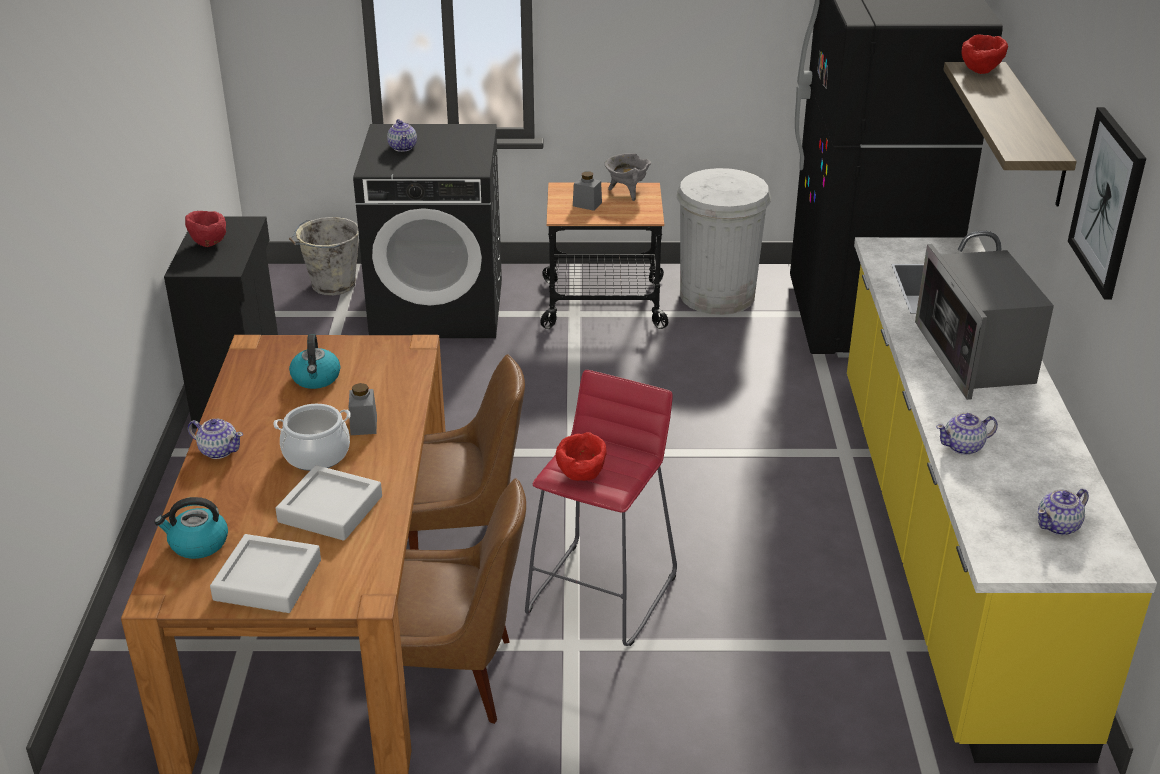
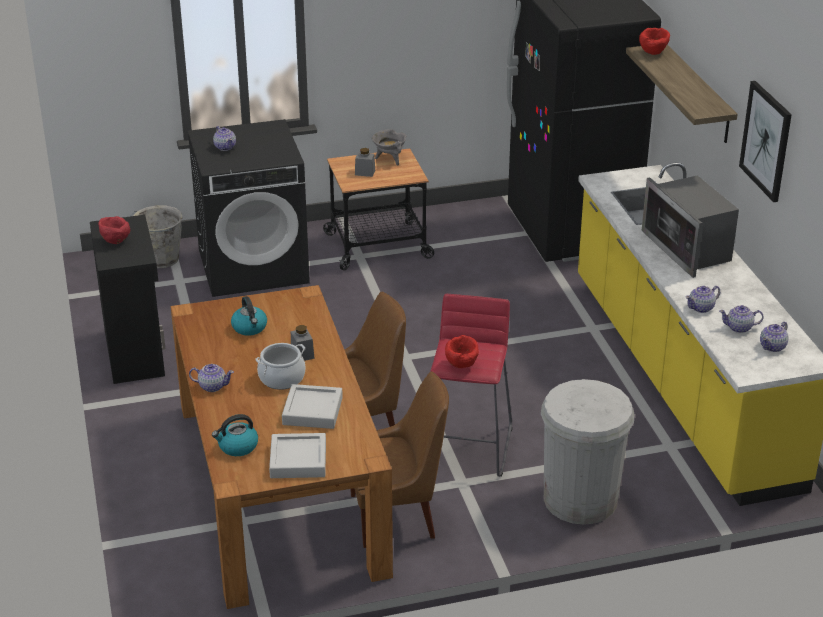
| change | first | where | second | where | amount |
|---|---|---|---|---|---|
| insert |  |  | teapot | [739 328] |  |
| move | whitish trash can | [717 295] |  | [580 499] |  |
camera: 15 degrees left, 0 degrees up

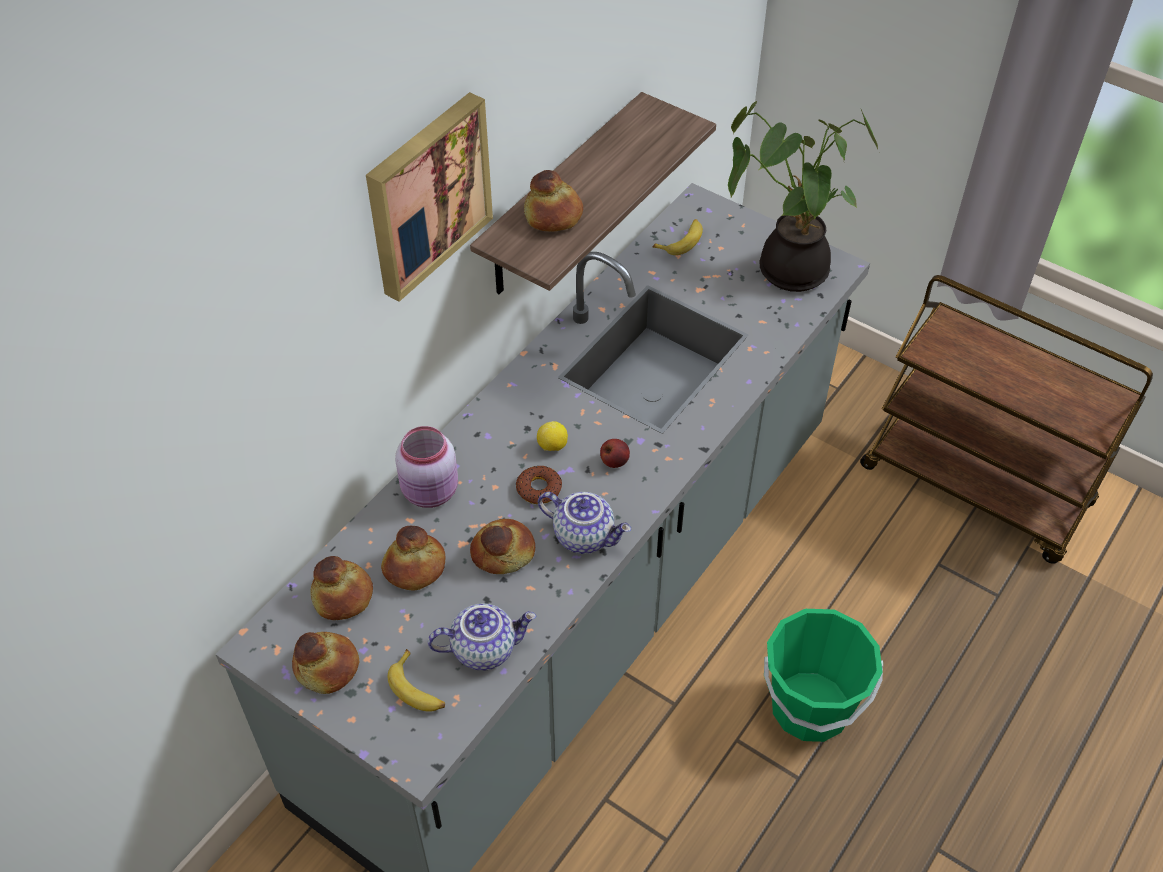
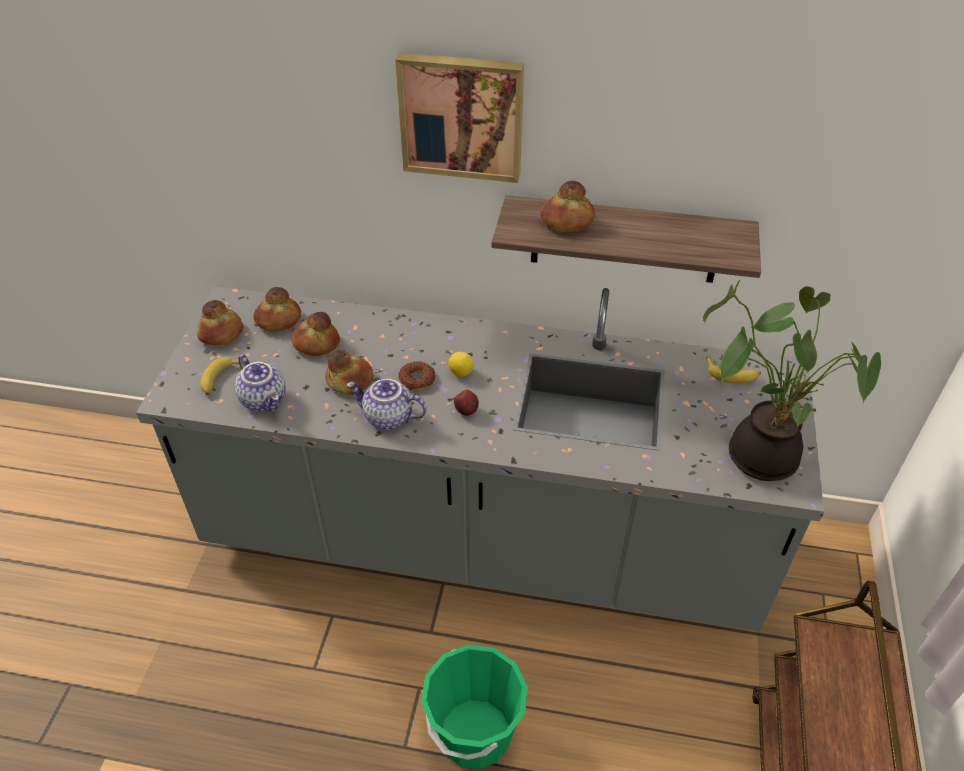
| change | first | where | second | where | amount |
|---|---|---|---|---|---|
| delete | pinkish jar | [431 492] |  |  |  |
| rotate | teapot | [585 535] |  | [387 418] | 105 degrees clockwise |
camera: 65 degrees right, 5 degrees down

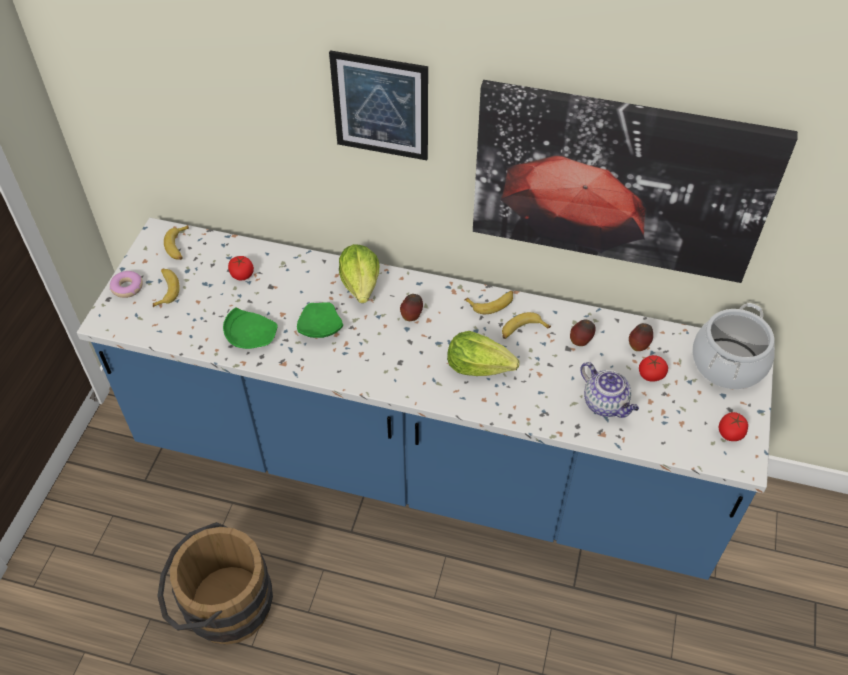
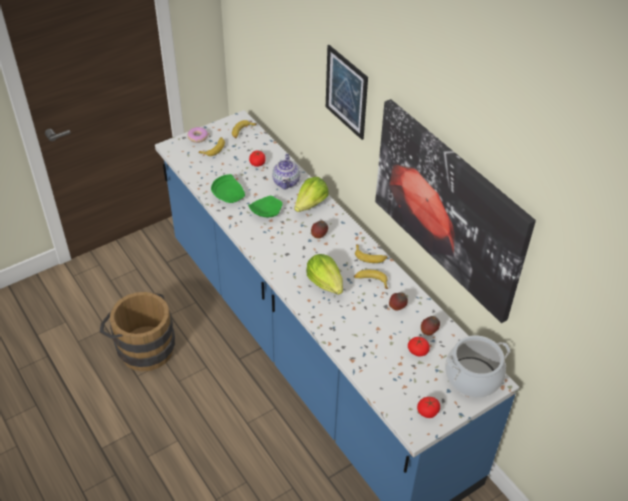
| change | first | where | second | where | amount |
|---|---|---|---|---|---|
| move | teapot | [606 404] |  | [286 182] |  |
camera: 40 degrees right, 5 degrees down

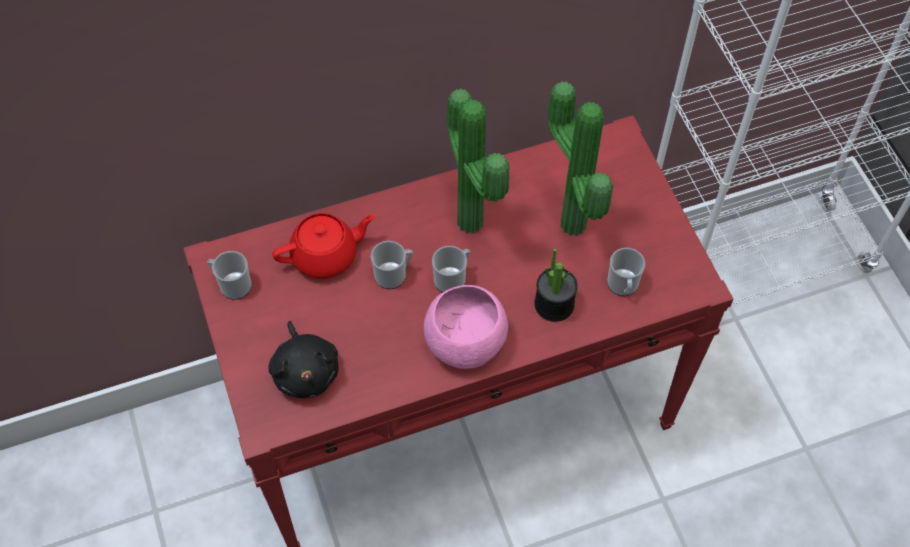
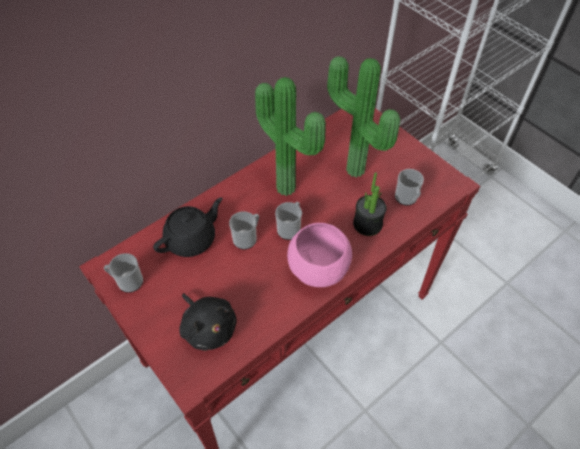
| change | first | where | second | where | amount |
|---|---|---|---|---|---|
| recolor | reddish teapot | [326 255] | black-coloured teapot | [192 239] |  |
camera: 20 degrees left, 5 degrees down

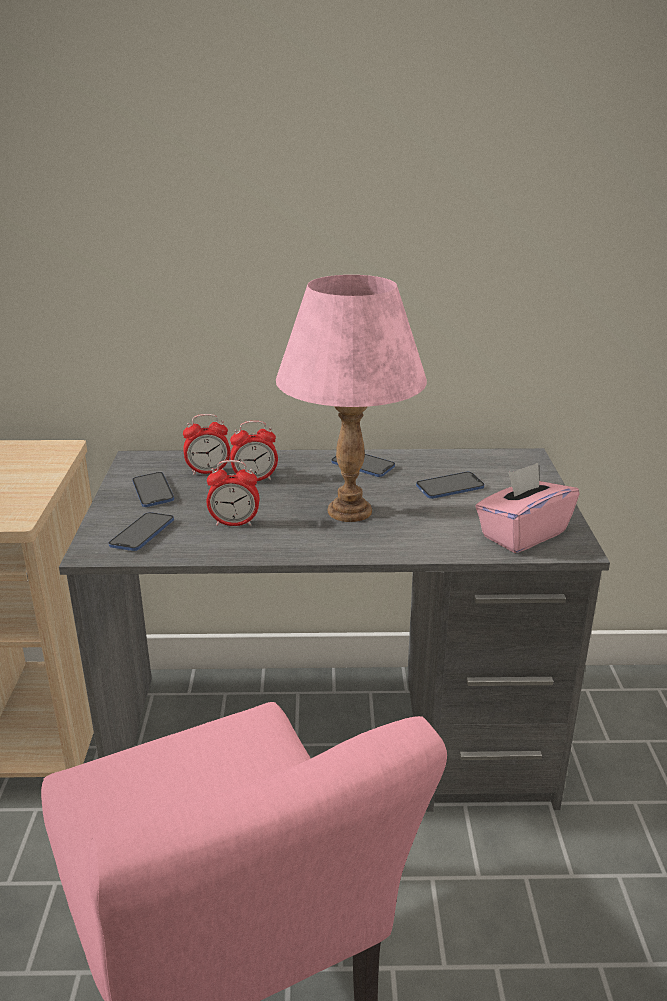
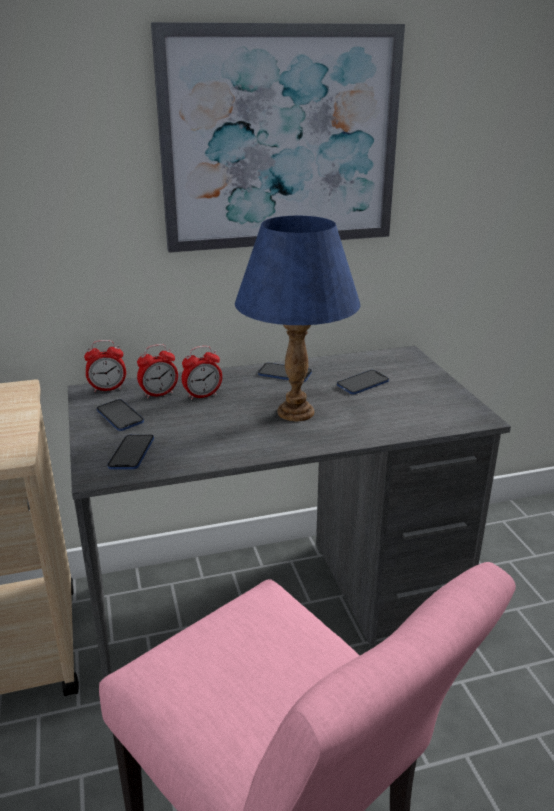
| change | first | where | second | where | amount |
|---|---|---|---|---|---|
| delete | pinkish tissue box | [522 534] |  |  |  |
| insert |  |  | picture | [281 140] |  |
| move | alarm clock | [234 523] |  | [108 389] |  |
| recolor | pinkish lamp for a table | [348 511] | blue-coloured lamp for a table | [294 412] |  |
camera: 15 degrees left, 0 degrees up

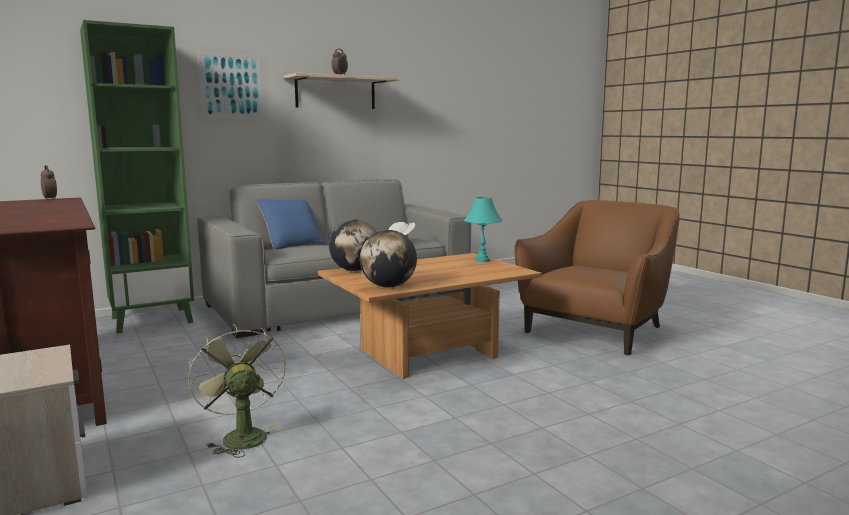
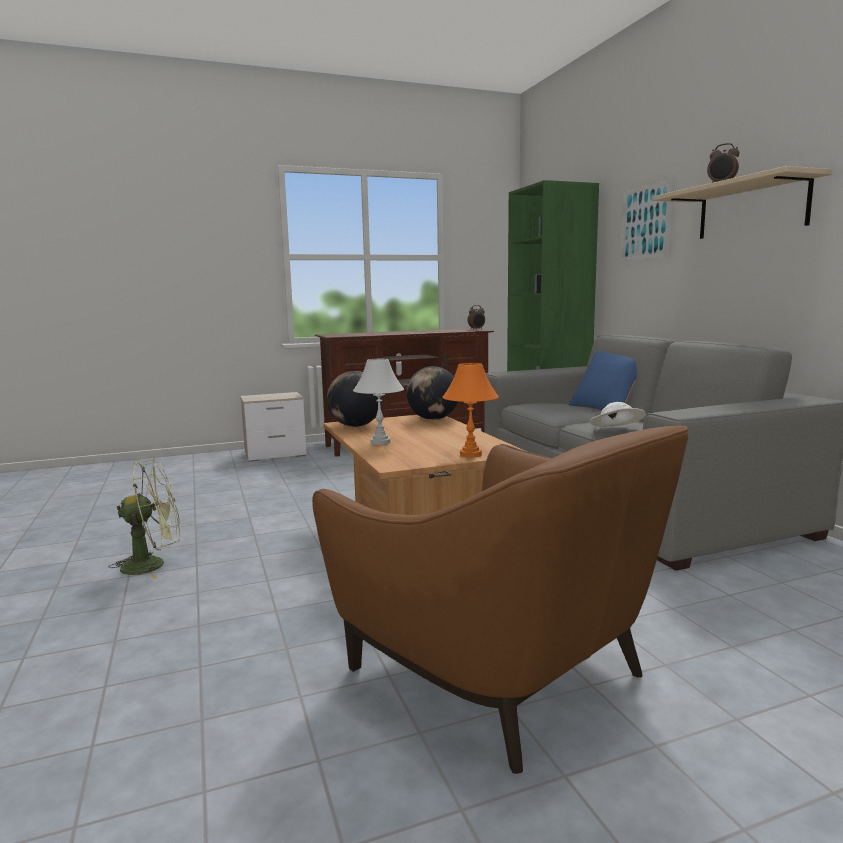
| change | first | where | second | where | amount |
|---|---|---|---|---|---|
| insert |  |  | whitish lamp for a table | [380 442] |  |
| move | greenish cooling fan | [240 436] |  | [153 565] |  |
| recolor | turquoise-coloured lamp for a table | [482 260] | orange lamp for a table | [471 454] |  |
camera: 100 degrees right, 0 degrees up

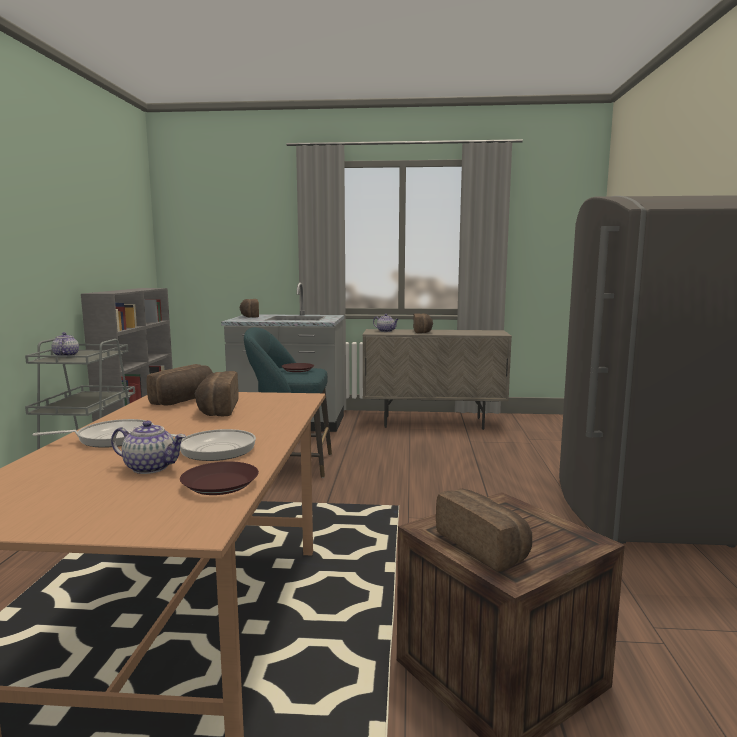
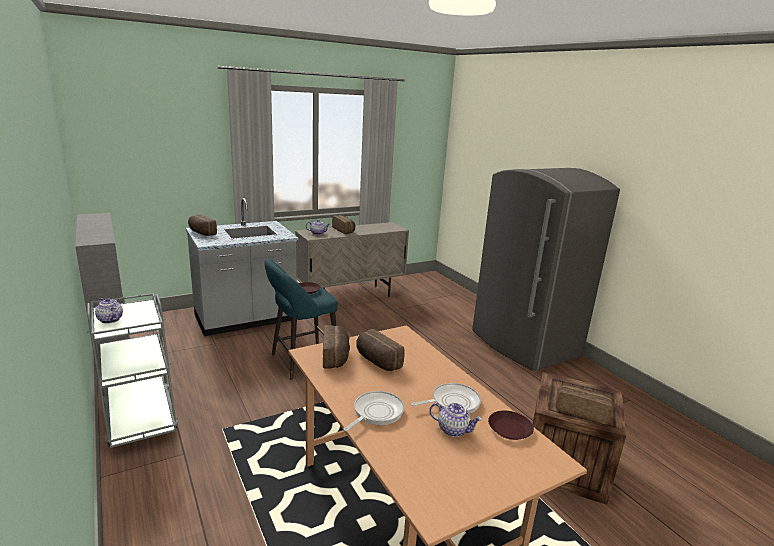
| change | first | where | second | where | amount |
|---|---|---|---|---|---|
| rotate | teapot | [151 467] |  | [453 430] | 45 degrees clockwise |
camera: 35 degrees left, 10 degrees up

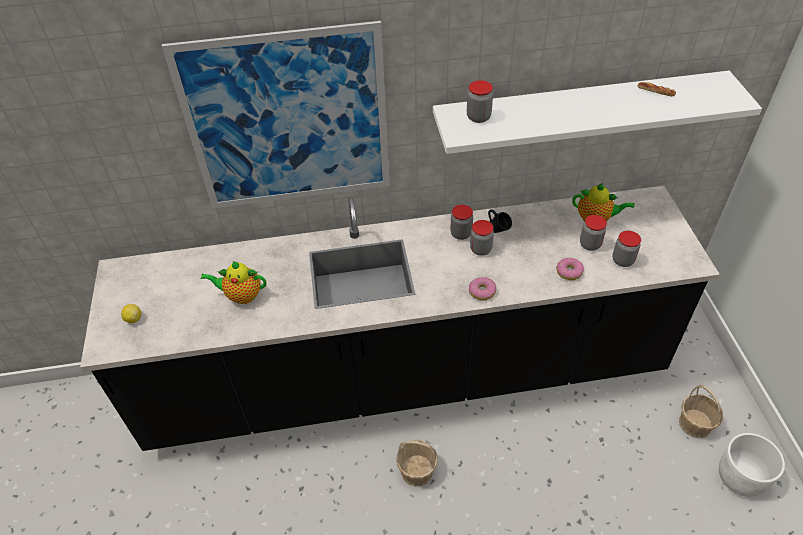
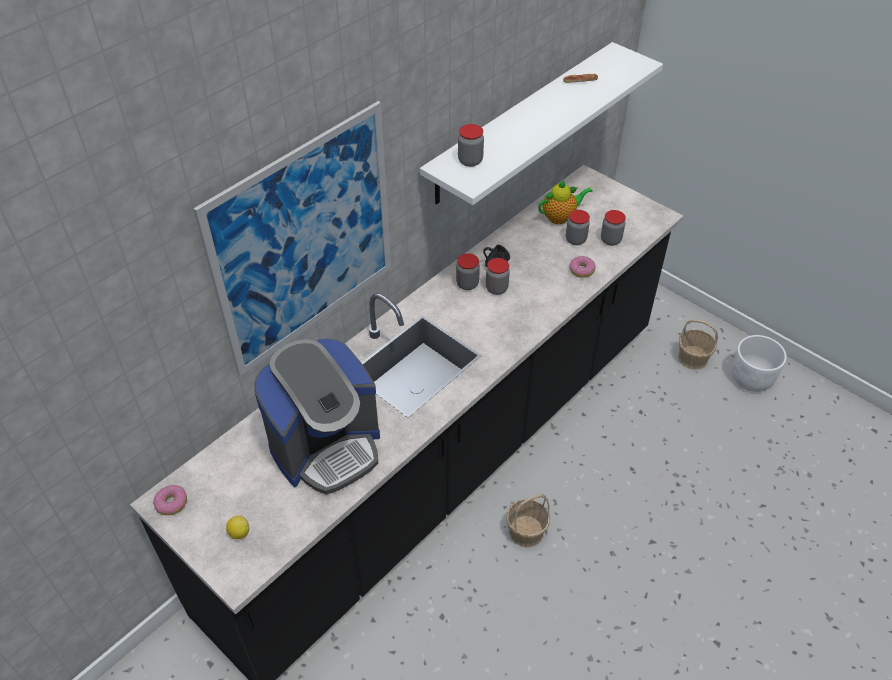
| change | first | where | second | where | amount |
|---|---|---|---|---|---|
| move | ring doughnut | [482 291] |  | [171 503] |  |
| replace | teapot | [241 295] | coffee machine | [326 447] |  |
camera: 40 degrees left, 0 degrees up

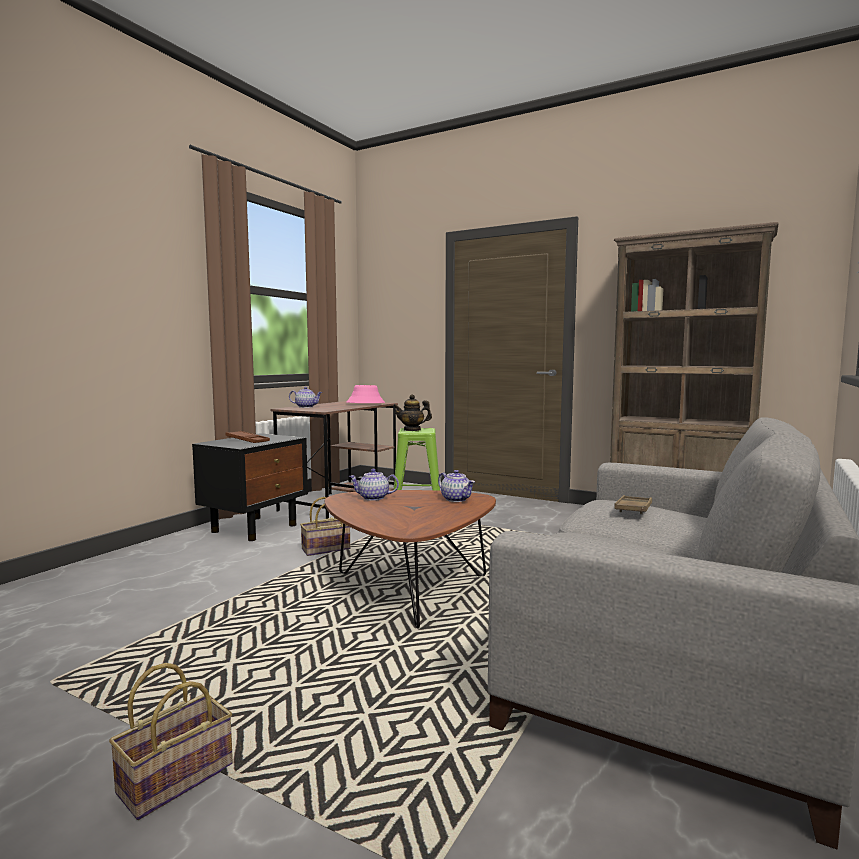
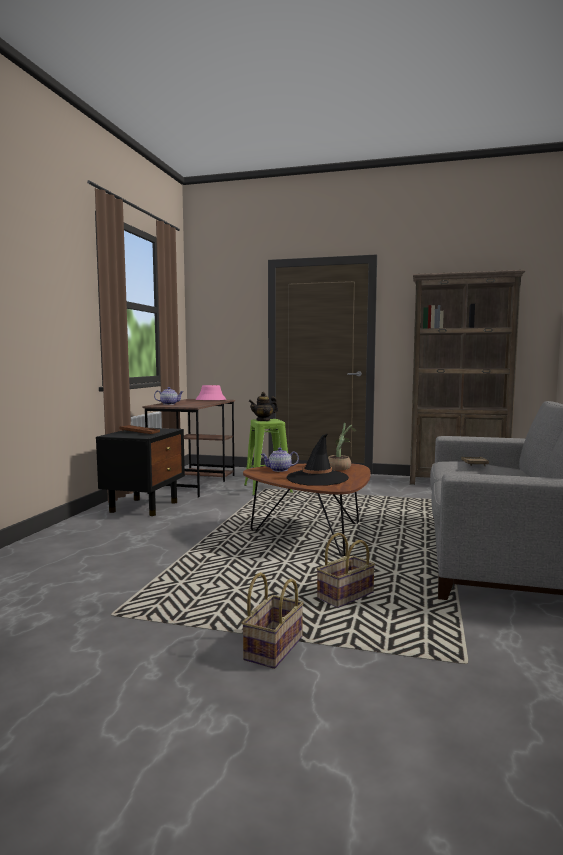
| change | first | where | second | where | amount |
|---|---|---|---|---|---|
| insert |  |  | black-coloured clothing hat | [317 478] |  |
| move | storage basket | [325 549] |  | [345 597] |  |
| replace | teapot | [456 499] | potted plant | [340 467] |  |
camera: 15 degrees left, 0 degrees up

